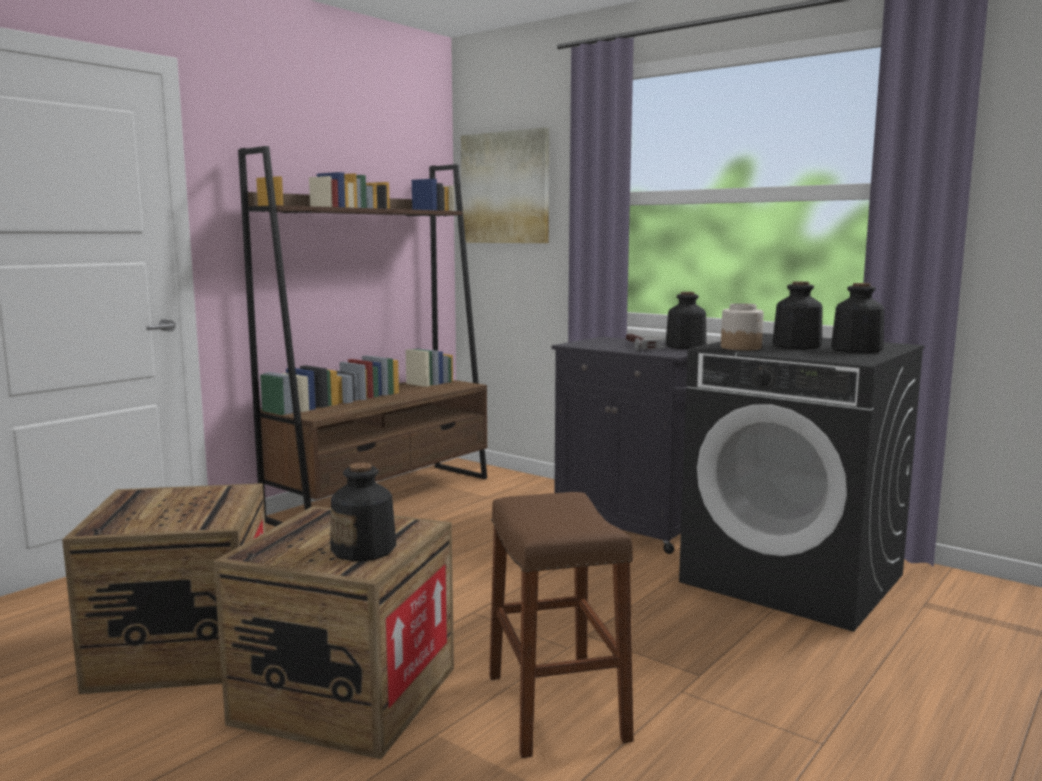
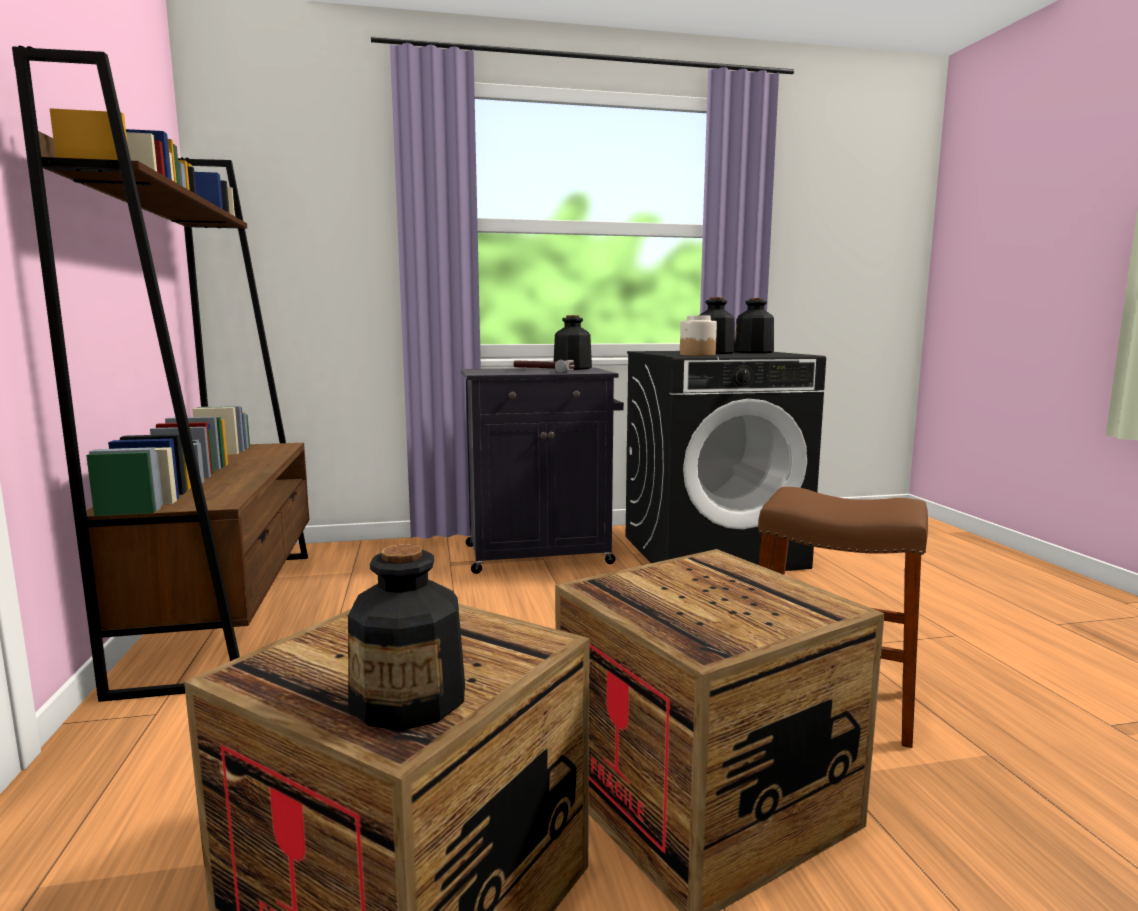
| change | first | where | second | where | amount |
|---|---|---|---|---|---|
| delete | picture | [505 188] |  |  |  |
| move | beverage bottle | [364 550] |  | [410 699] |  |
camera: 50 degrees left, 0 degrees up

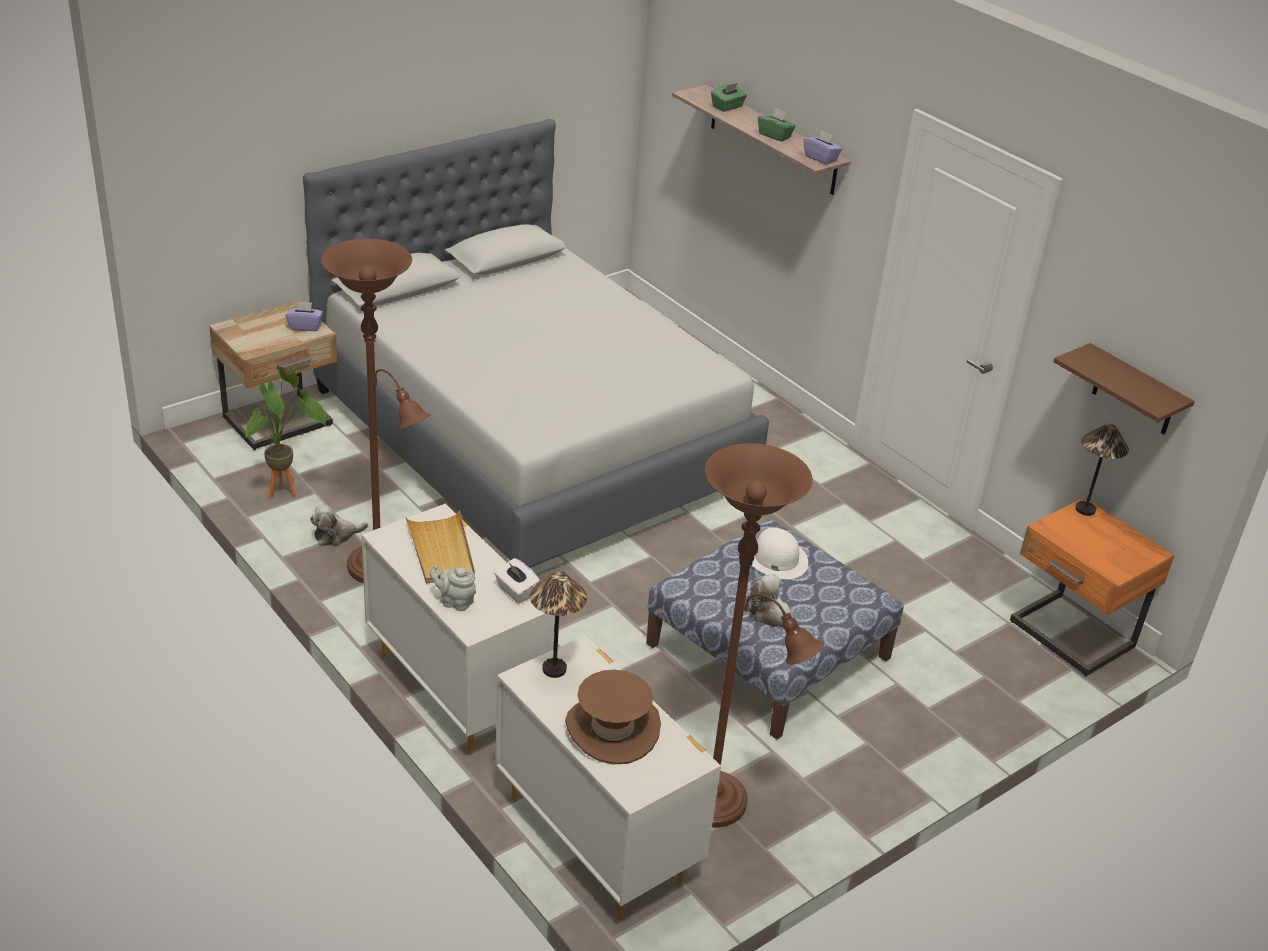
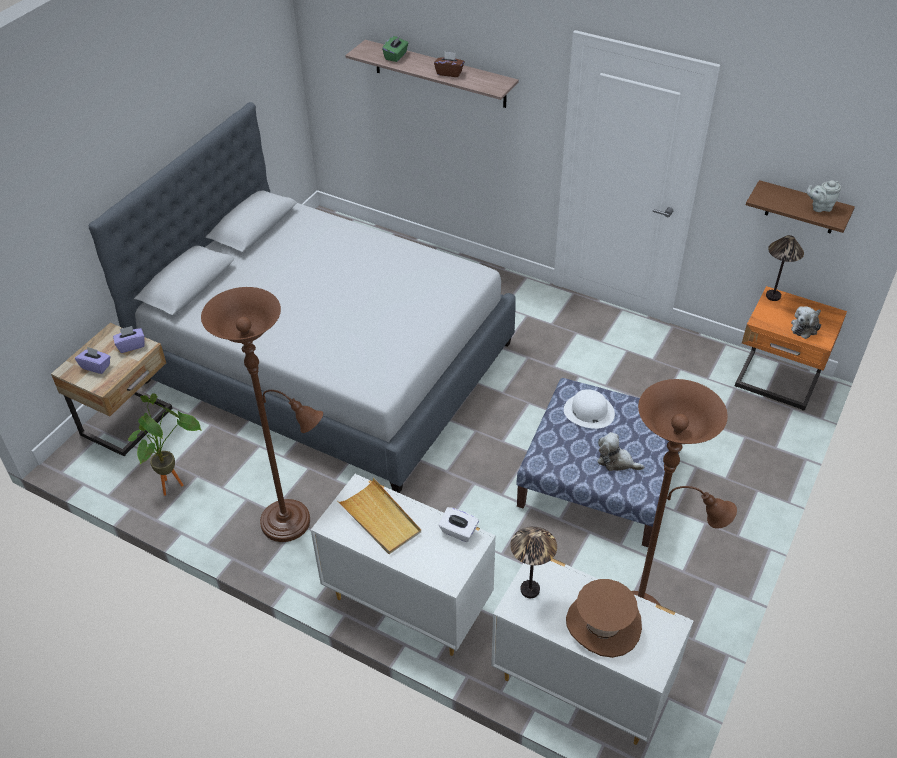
| change | first | where | second | where | amount |
|---|---|---|---|---|---|
| move | plush toy | [336 535] |  | [805 327] |  |
| move | gray teapot | [455 602] |  | [820 207] |  |
| move | purple tissue box | [820 158] |  | [96 366] |  |
| recolor | greenish tissue box | [775 135] | brown-coloured tissue box | [449 73] |  |
camera: 20 degrees left, 10 degrees up

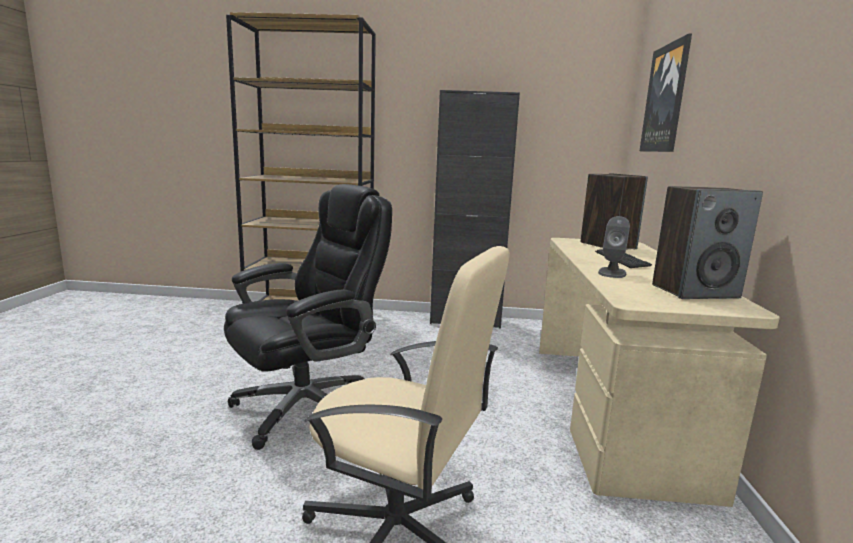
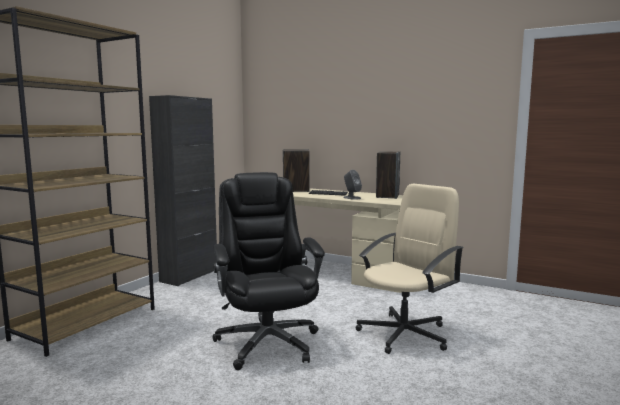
| change | first | where | second | where | amount |
|---|---|---|---|---|---|
| delete | picture | [666 99] |  |  |  |
camera: 65 degrees left, 5 degrees down

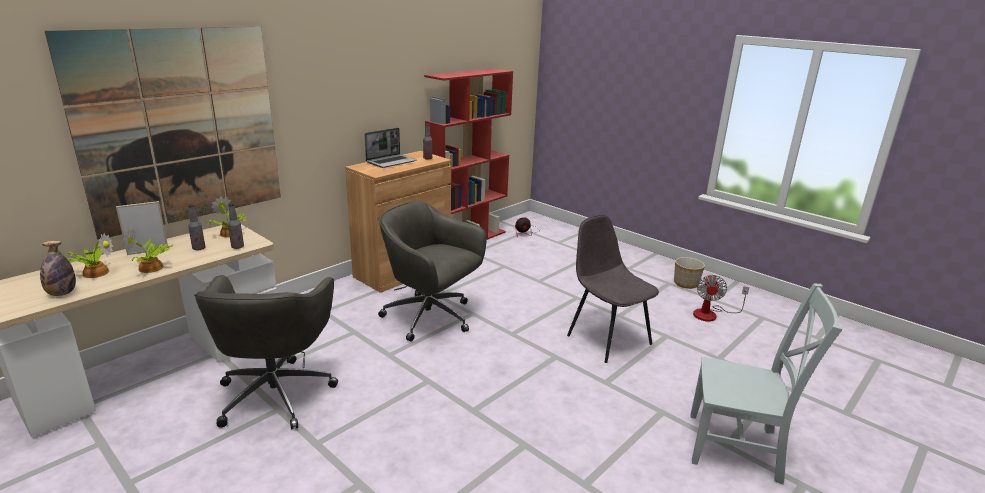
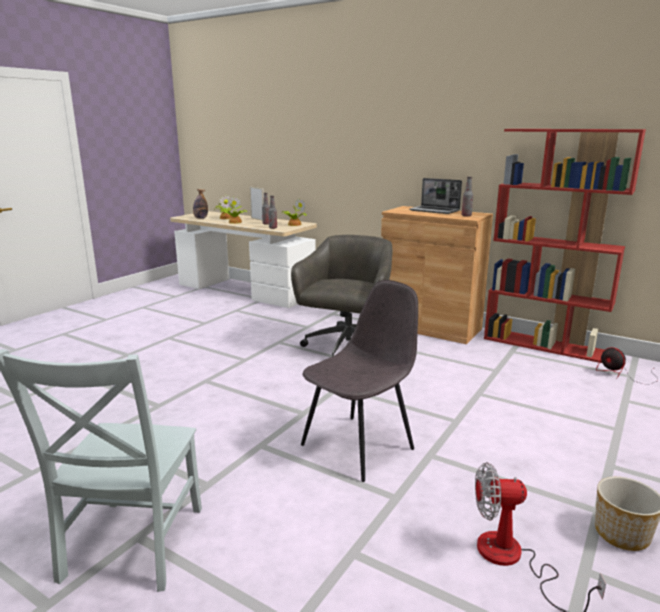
| change | first | where | second | where | amount |
|---|---|---|---|---|---|
| delete | picture | [181 127] |  |  |  |
| delete | gray computer chair | [276 392] |  |  |  |
camera: 80 degrees right, 5 degrees down

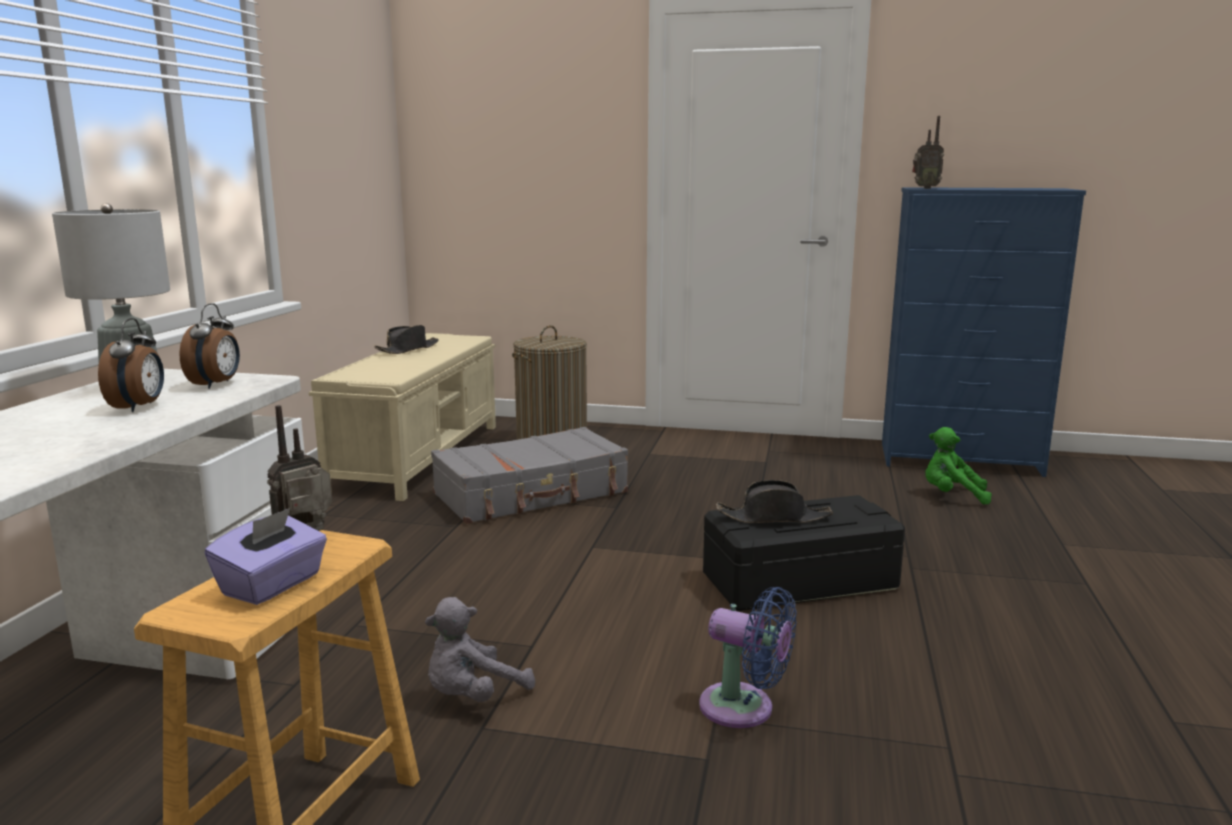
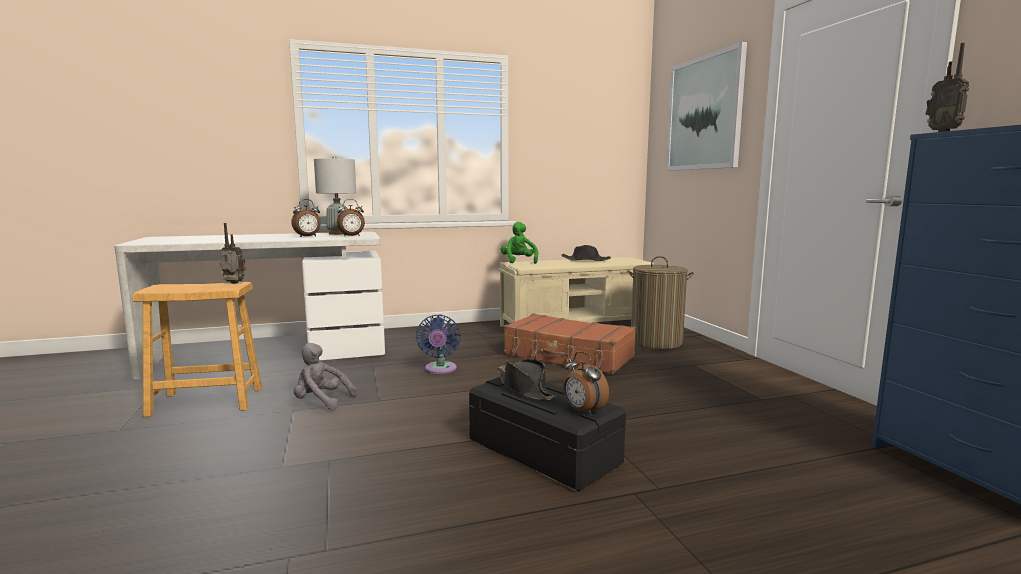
| change | first | where | second | where | amount |
|---|---|---|---|---|---|
| delete | purple tissue box | [273 585] |  |  |  |
| insert |  |  | alarm clock | [582 411] |  |
| insert |  |  | picture | [704 113] |  |
| move | blue-coloured cooling fan | [744 709] |  | [440 370] |  |
| move | greenish plush toy | [952 496] |  | [519 261] |  |
| recolor | gray travel case | [532 494] | brown-coloured travel case | [568 356] |  |
camera: 60 degrees right, 5 degrees down

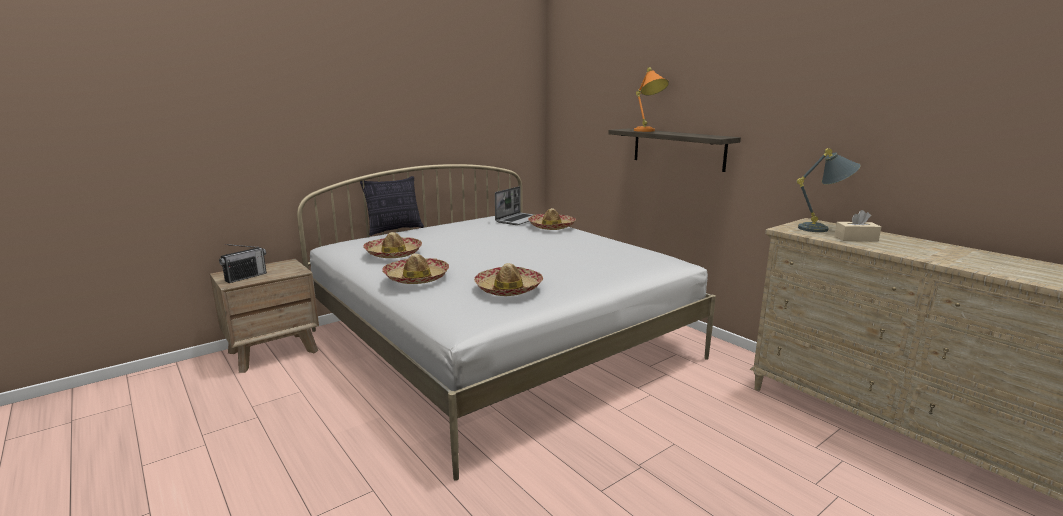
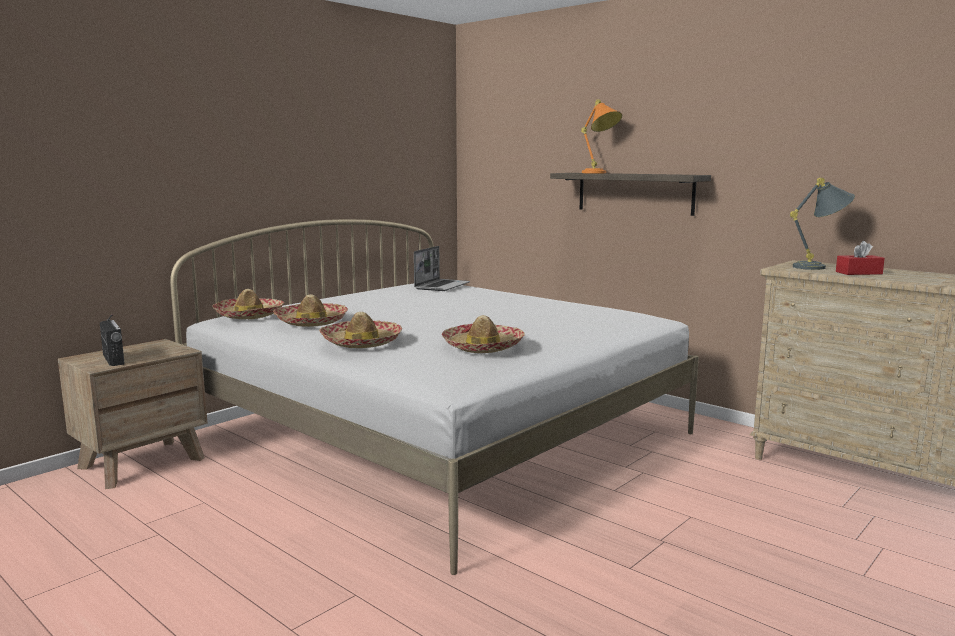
| change | first | where | second | where | amount |
|---|---|---|---|---|---|
| delete | pillow | [394 230] |  |  |  |
| move | clothing hat | [551 227] |  | [249 315] |  |
| recolor | beige tissue box | [856 238] | reddish tissue box | [858 273] |  |
| rotate | radio | [246 277] |  | [113 359] | 60 degrees counterclockwise |
camera: 10 degrees left, 5 degrees down

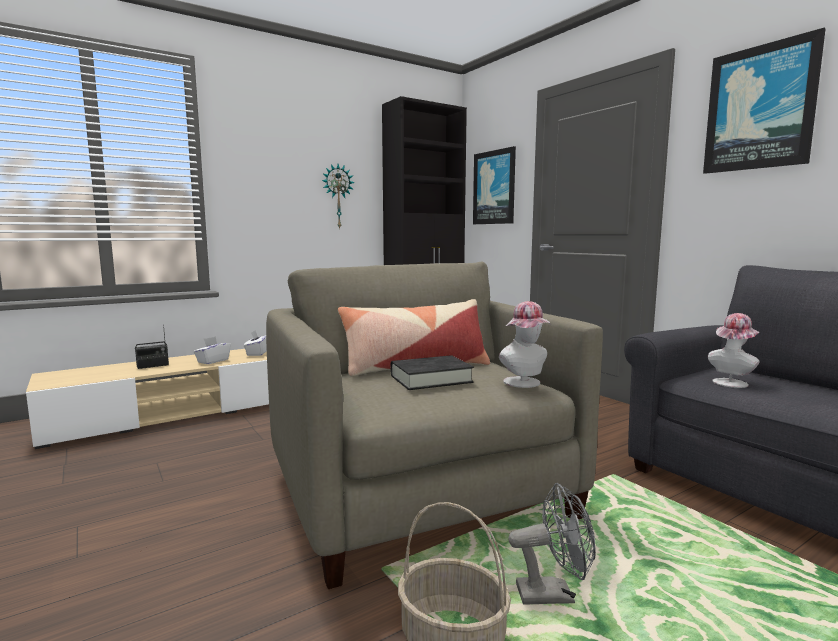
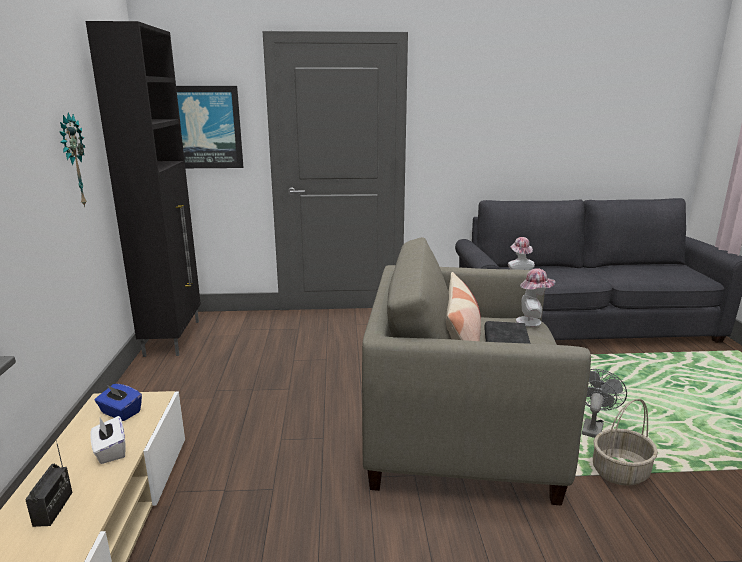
| change | first | where | second | where | amount |
|---|---|---|---|---|---|
| delete | picture | [760 108] |  |  |  |
| recolor | whitish tissue box | [257 353] | blue-coloured tissue box | [120 413] |  |
camera: 60 degrees left, 10 degrees up

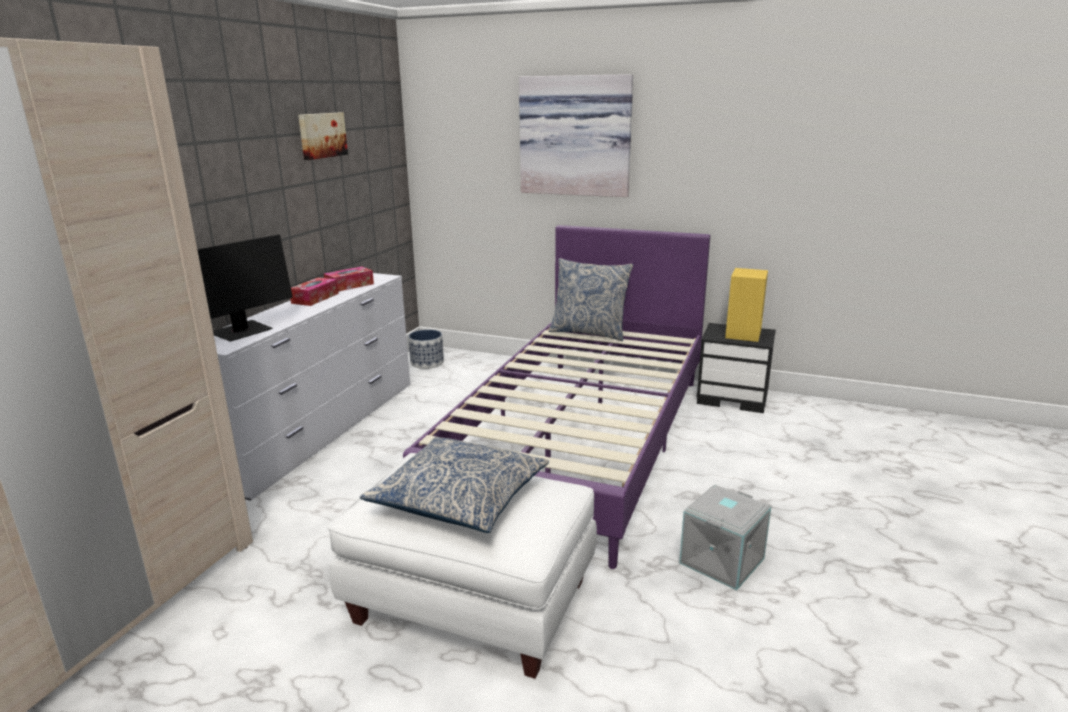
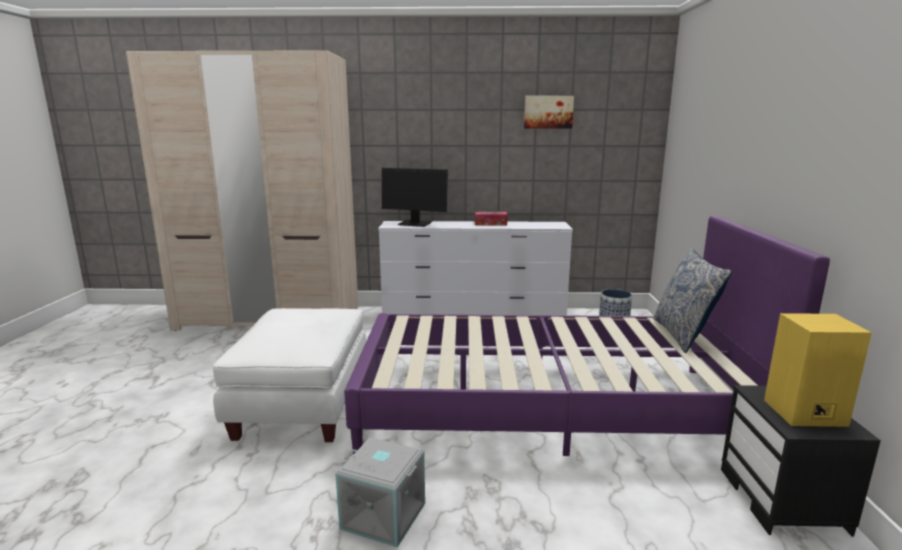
| change | first | where | second | where | amount |
|---|---|---|---|---|---|
| delete | tissue box | [349 285] |  |  |  |
| delete | pillow | [459 498] |  |  |  |
| delete | picture | [576 136] |  |  |  |
camera: 70 degrees right, 5 degrees down

